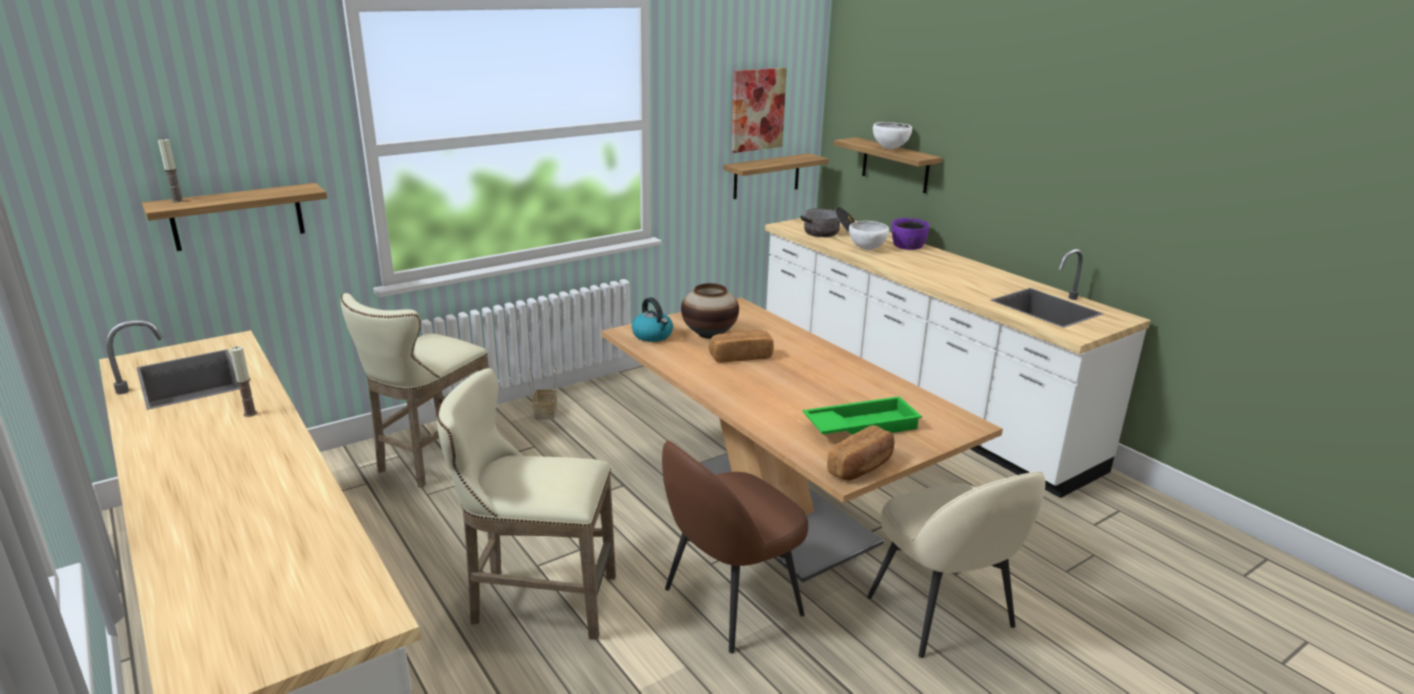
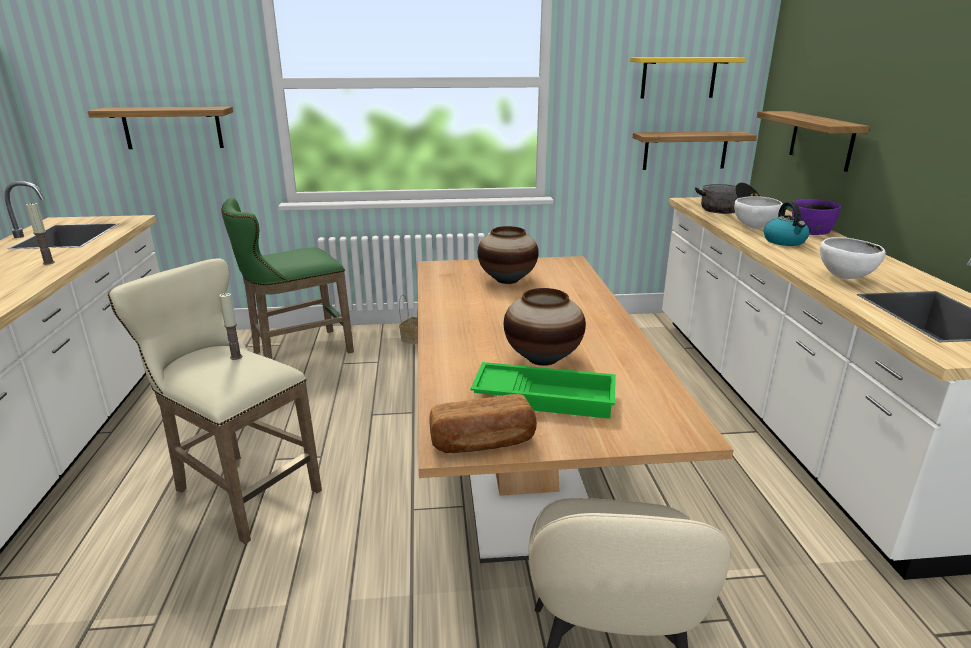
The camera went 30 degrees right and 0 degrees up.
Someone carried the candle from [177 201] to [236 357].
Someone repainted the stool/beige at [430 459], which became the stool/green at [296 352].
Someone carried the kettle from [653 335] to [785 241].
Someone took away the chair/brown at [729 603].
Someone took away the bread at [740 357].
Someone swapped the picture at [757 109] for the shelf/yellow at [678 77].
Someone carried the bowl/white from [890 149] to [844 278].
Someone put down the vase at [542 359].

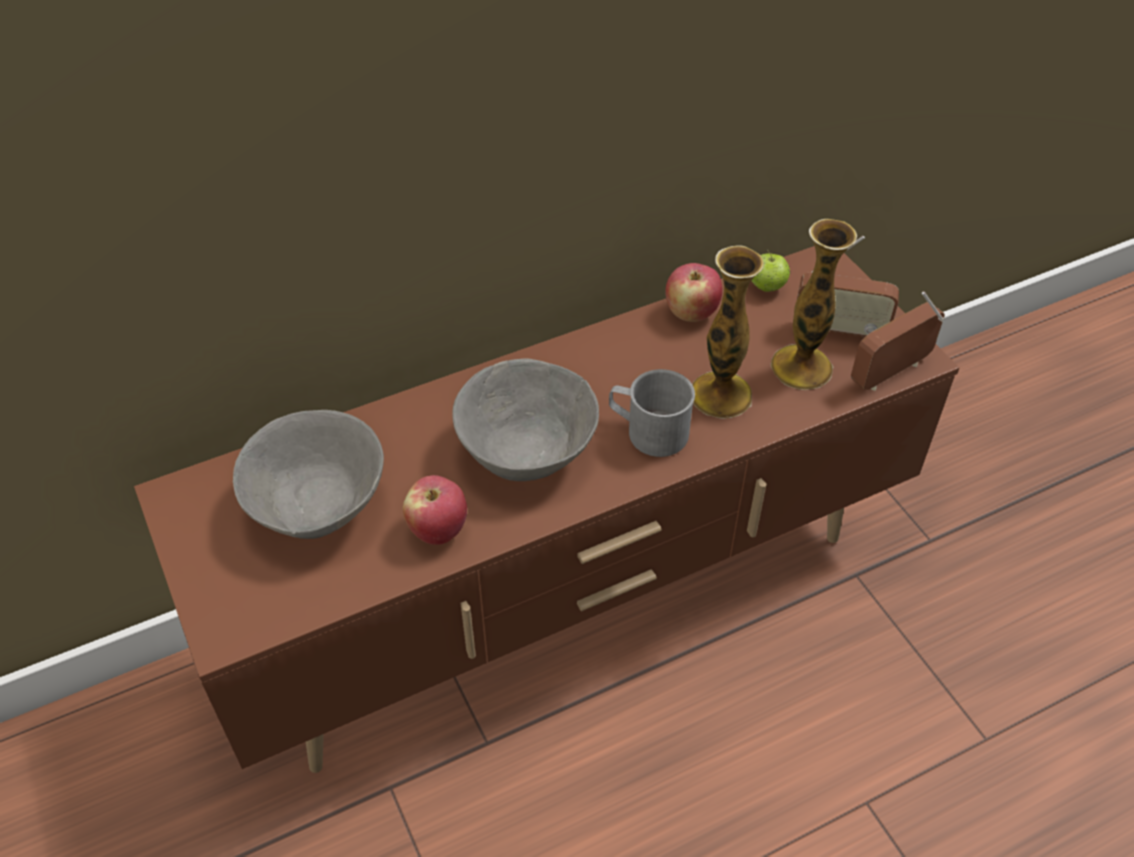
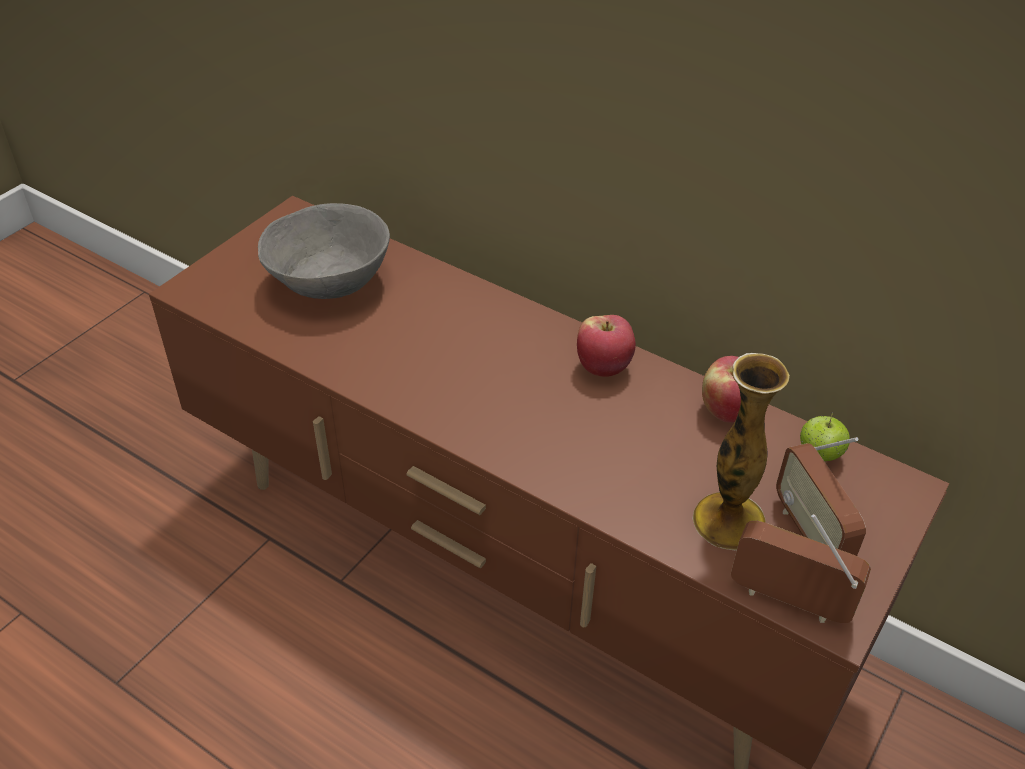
The camera went 60 degrees right and 5 degrees down.
Someone carried the apple from [437 530] to [603 368].
Someone took away the bowl/grey at [527 452].
Someone took away the mug/grey at [648 431].
Someone took away the vase at [720 394].

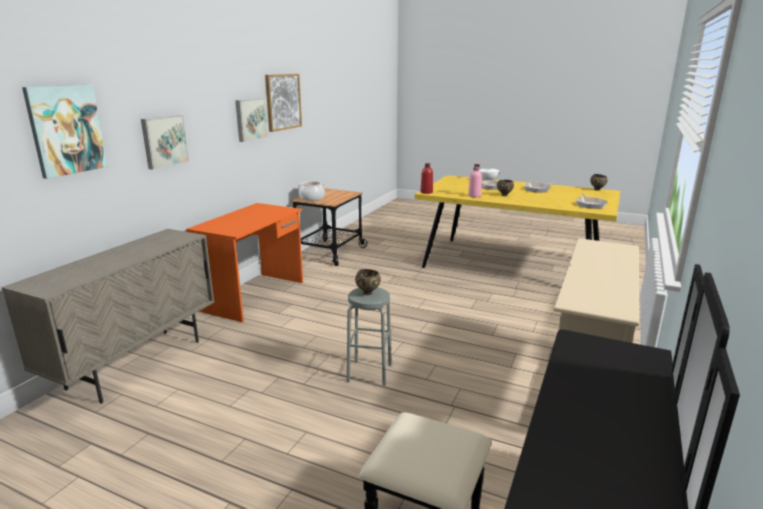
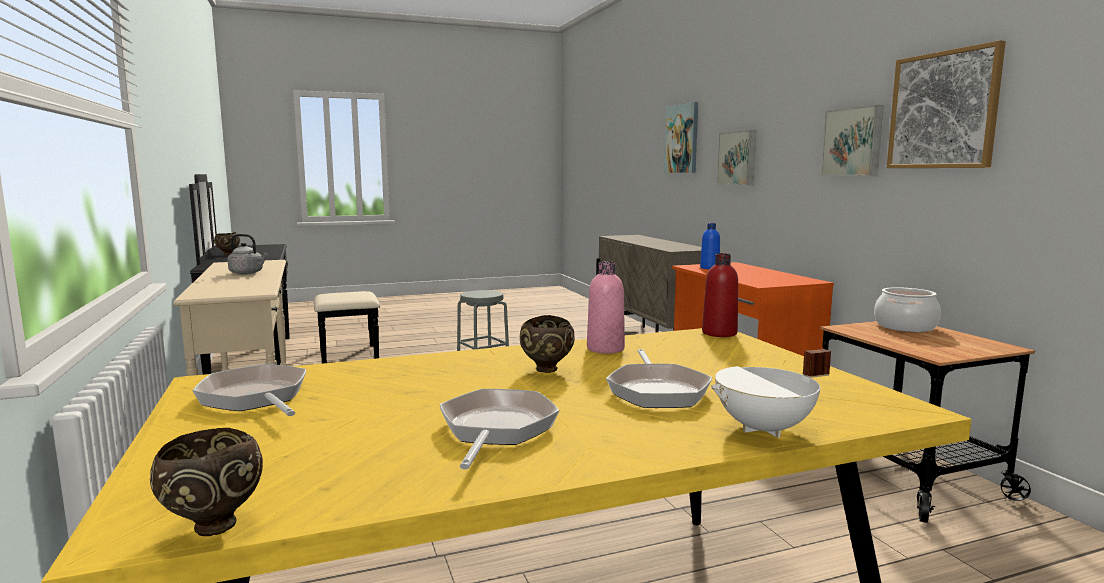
The camera went 135 degrees right and 10 degrees down.
Someone carried the bowl/brown from [368 293] to [228 254].
Someone put down the kettle/grey at [248 273].
Someone put down the bottle/blue at [709 268].

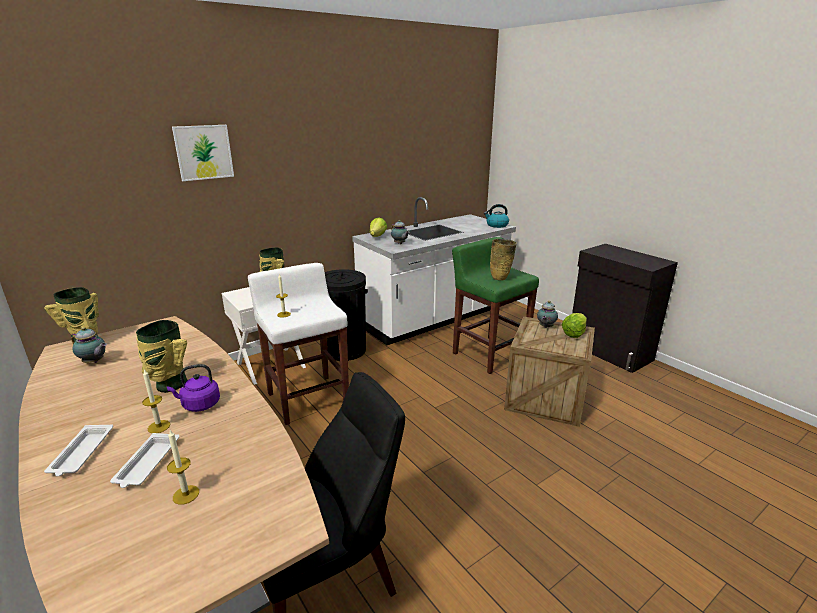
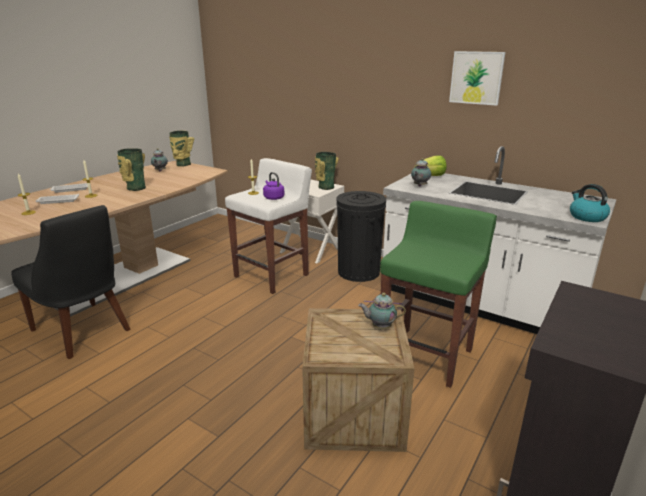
The camera went 70 degrees right and 0 degrees up.
Someone carried the kettle/purple from [199 405] to [273 198].
Someone carried the picture from [204 152] to [476 78].
Someone took away the vase/beige at [501 279].
Someone took away the lettuce at [574 333].

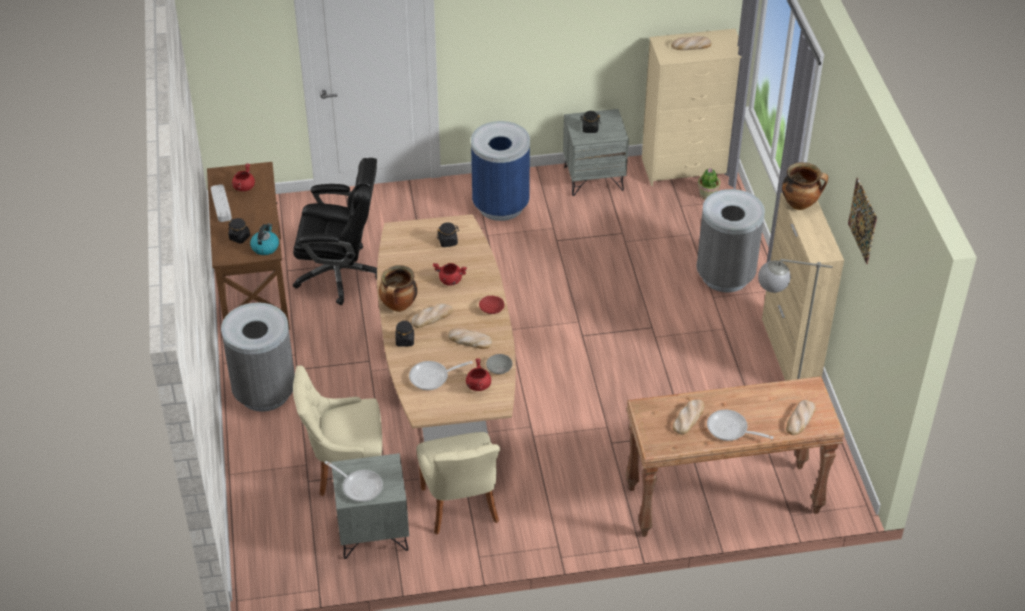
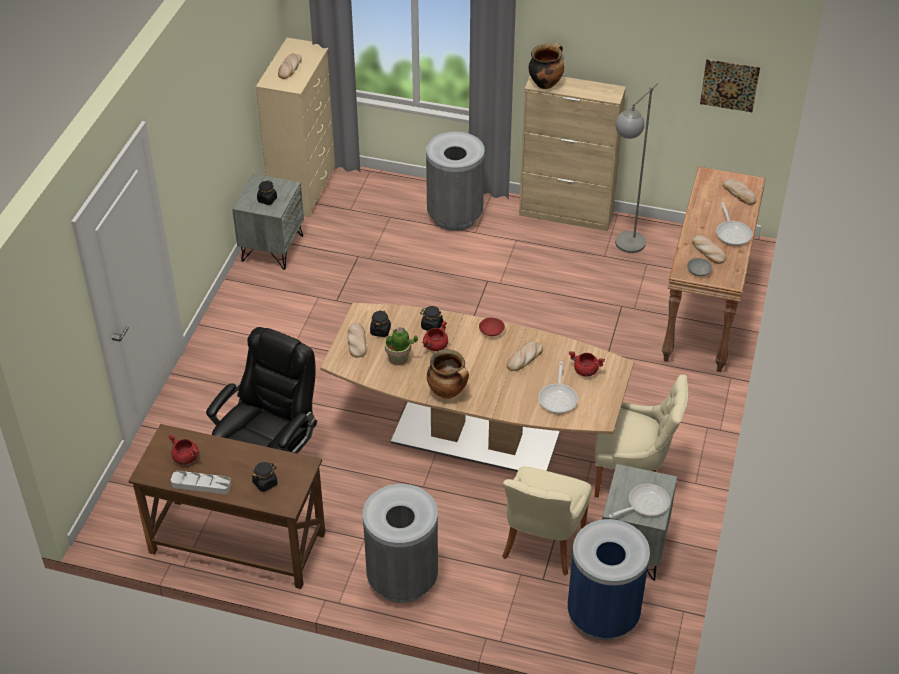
The camera went 65 degrees left and 0 degrees up.
Someone took away the kettle at [265 247].
Someone carried the jar/black from [405 340] to [431 326].
Someone carried the bread from [432 317] to [356 341].
Someone carried the trash can/blue from [500 205] to [602 616].
Someone carried the bowl/grey from [499 368] to [699 271].
Someone carried the potted plant from [707 195] to [398 358].
Someone rotated the frying pan at [730 429] by 60 degrees counterclockwise.
Someone carried the picture from [862 220] to [729 85].

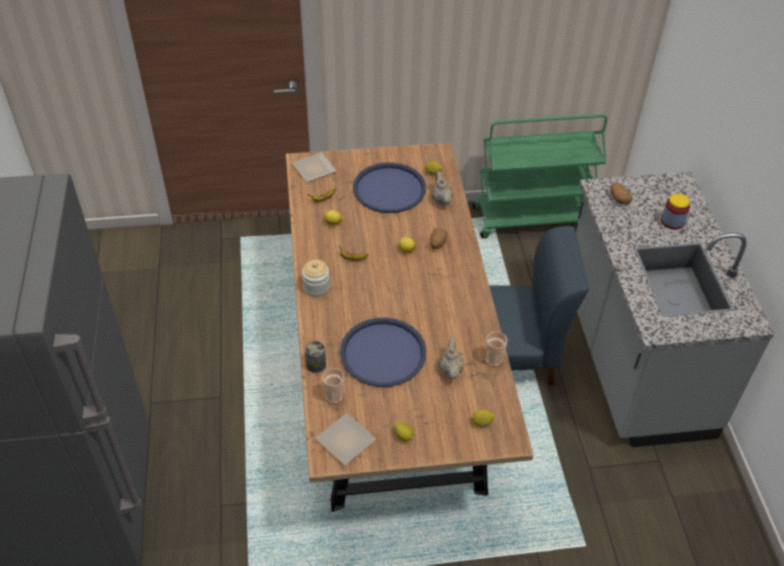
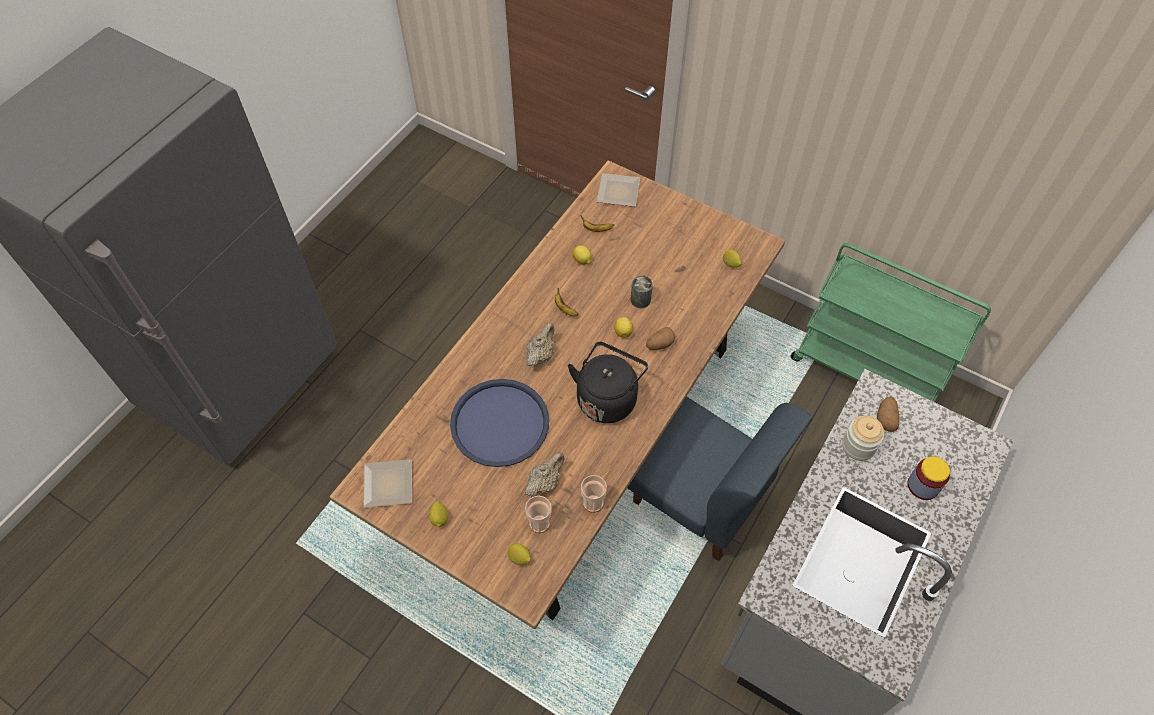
The camera went 40 degrees right and 10 degrees up.
Someone carried the jar from [316 287] to [858 446].
Someone carried the can from [316 365] to [640 300].
Someone carried the cup from [334 397] to [539 523].
Someone took away the tray/blue at [389 189].
Someone carried the teapot/beige from [441 199] to [540 355].
Someone put down the kettle/black at [607 397].

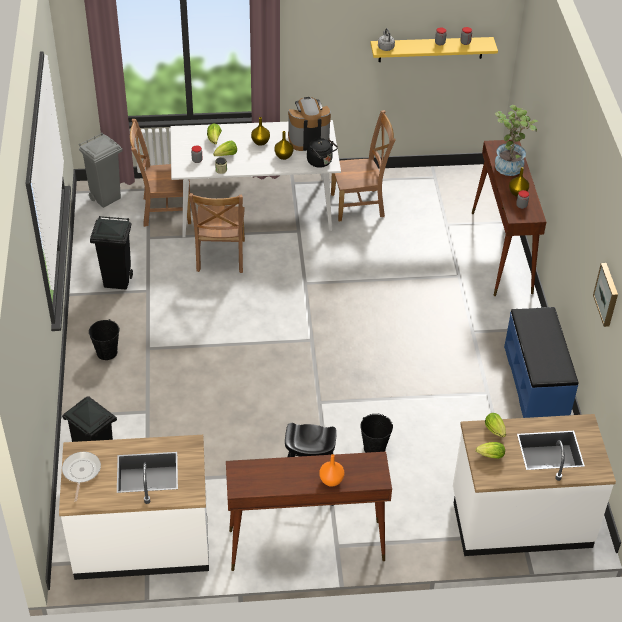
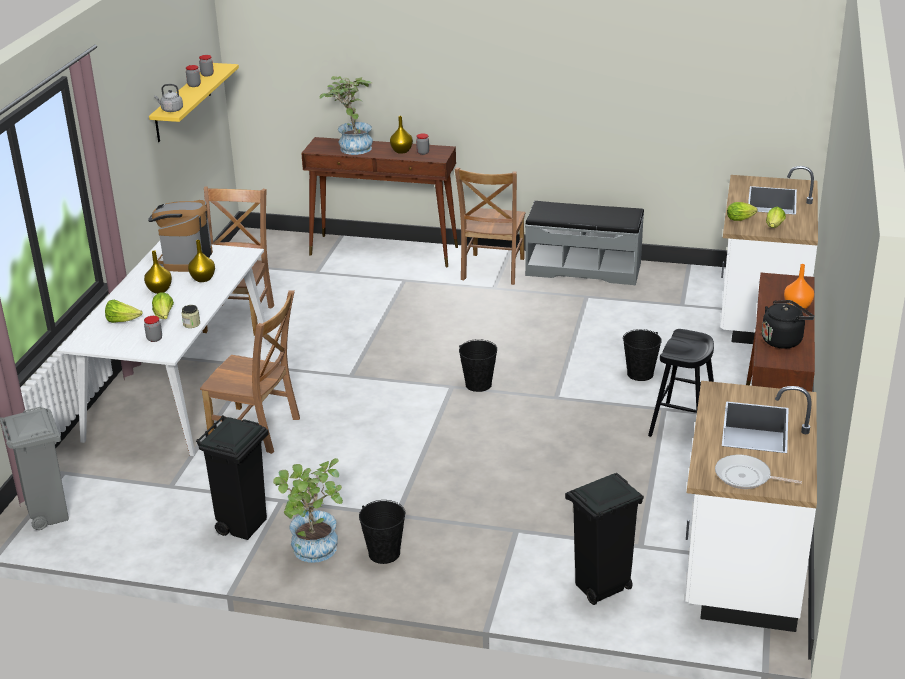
The camera went 70 degrees left and 15 degrees down.
Someone carried the chair/brown from [164 211] to [492 270].
Someone carried the kettle/black from [321 162] to [783 340].
Someone repainted the bench/blue at [536 382], which became the bench/grey at [583 269].
Someone took away the picture at [607 294].
Someone put down the potted plant at [314 553].
Someone put down the bucket/black at [478 384].

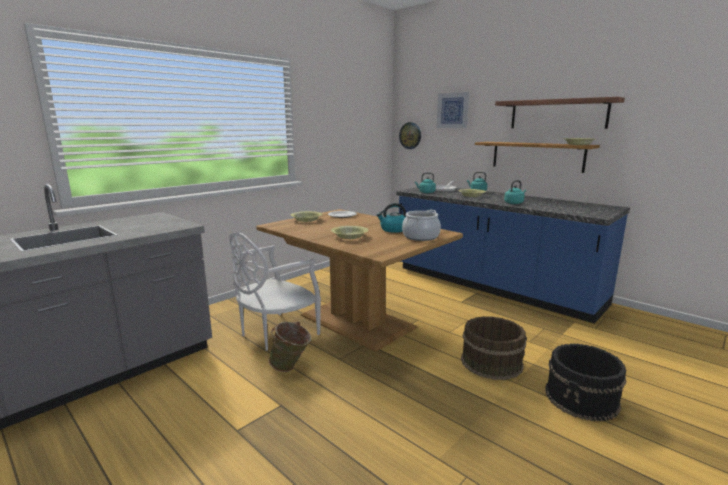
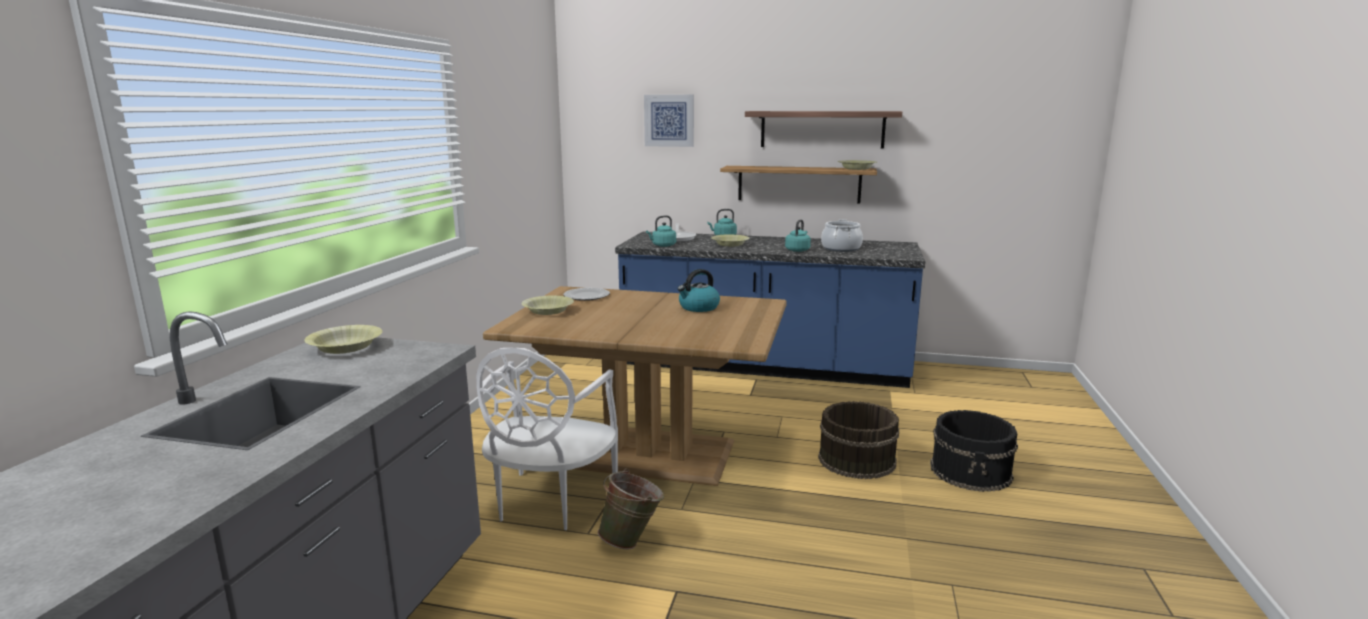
The camera went 30 degrees left and 0 degrees up.
Someone carried the bowl/yellow from [349 236] to [346 348].
Someone took away the wall clock at [410 135].
Someone carried the cooking pot from [420 237] to [841 248].

